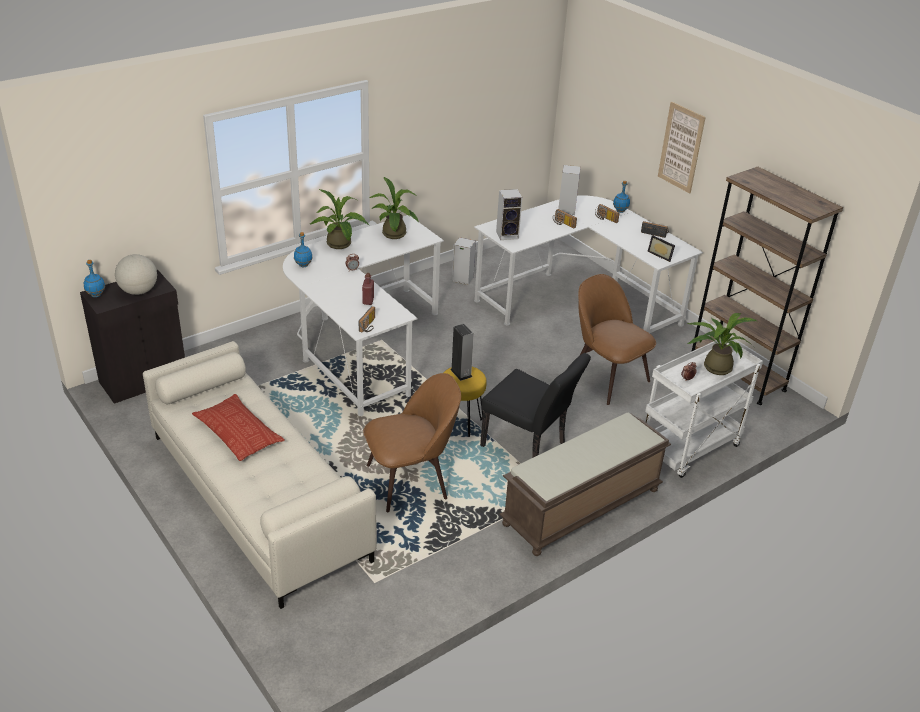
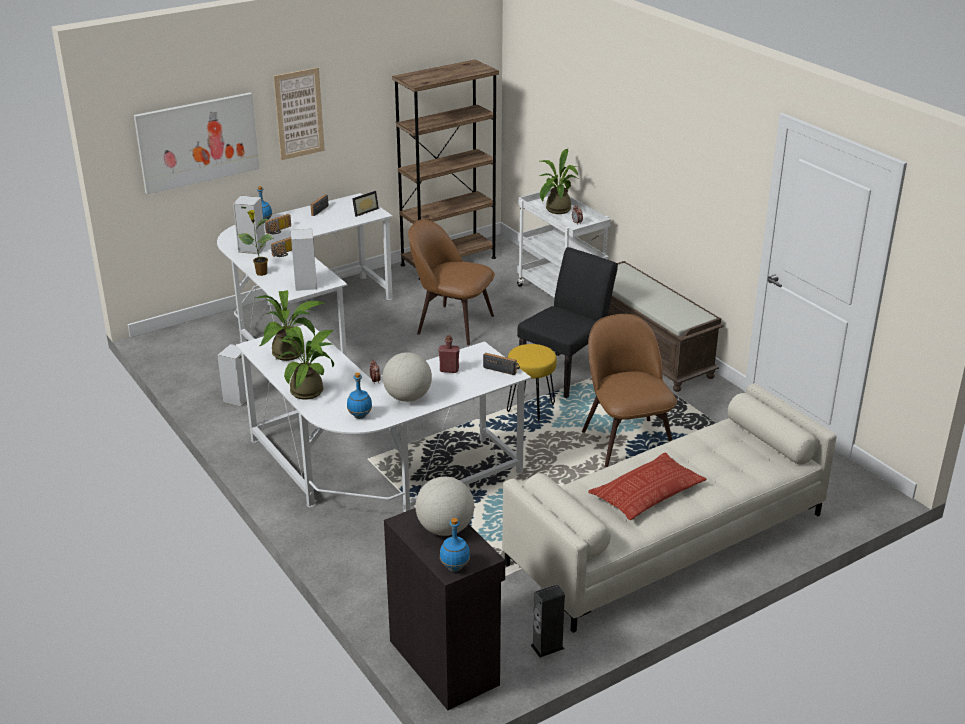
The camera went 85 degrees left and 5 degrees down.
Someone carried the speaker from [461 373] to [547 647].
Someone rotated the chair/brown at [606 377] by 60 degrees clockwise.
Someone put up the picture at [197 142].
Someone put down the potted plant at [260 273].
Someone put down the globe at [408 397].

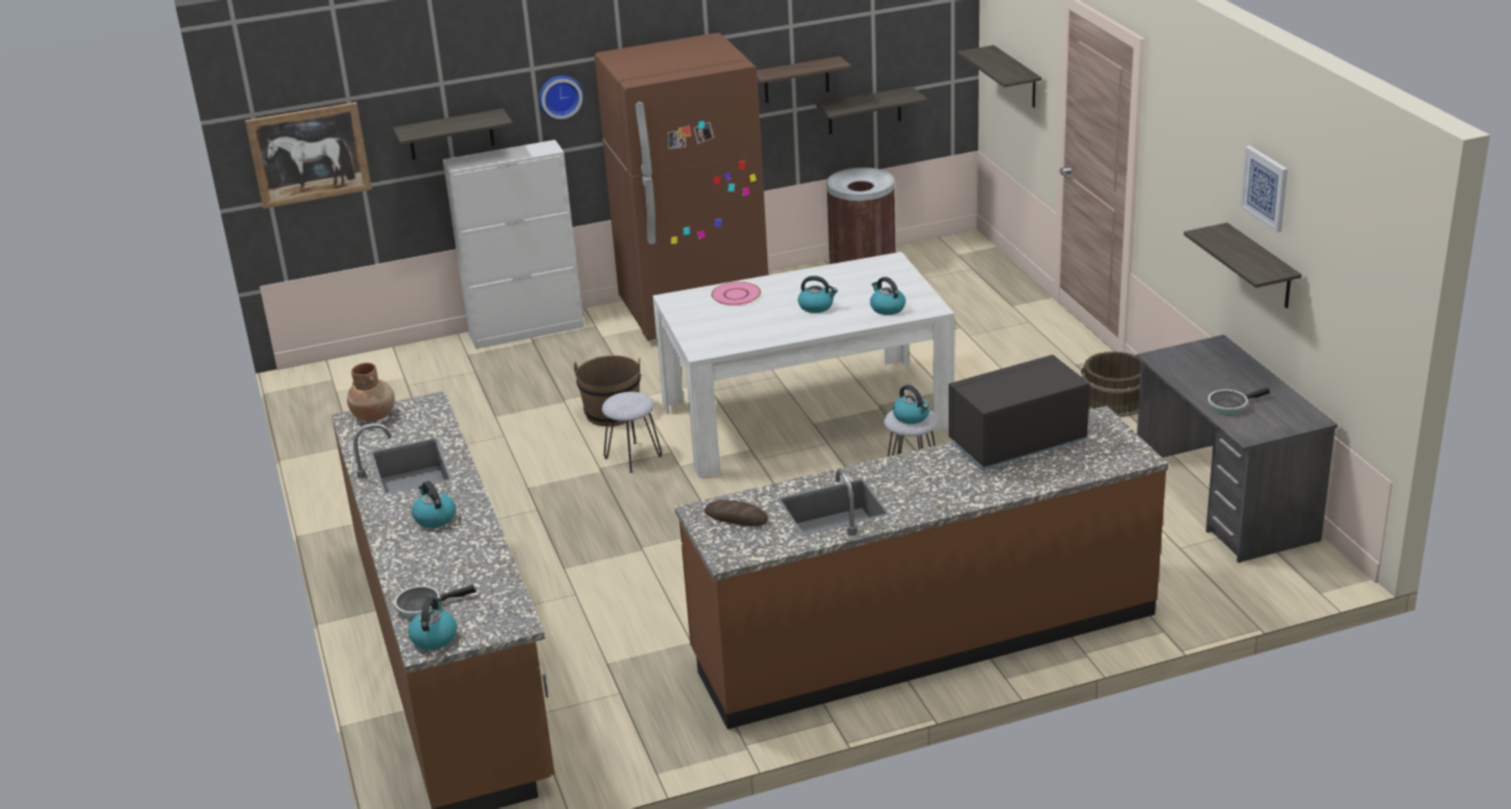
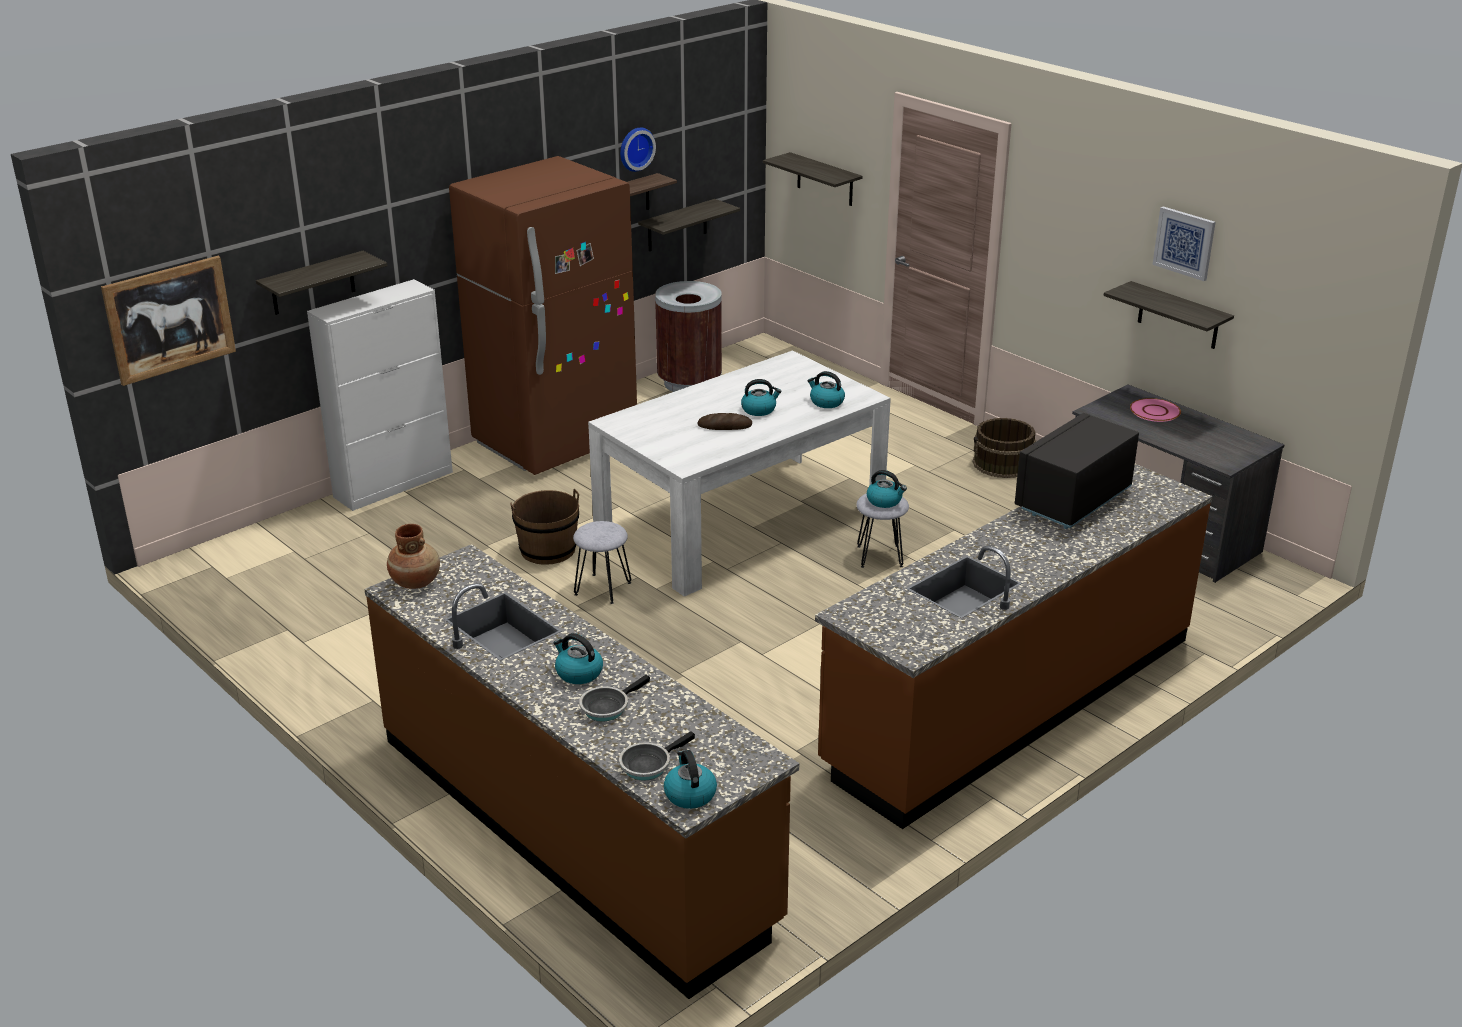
The camera went 25 degrees left and 0 degrees up.
Someone carried the wall clock from [560 96] to [635 148].
Someone carried the bread from [736 517] to [724 426].
Someone carried the plate/pink from [736 295] to [1155 411].
Someone carried the frying pan from [1230 405] to [607 707].

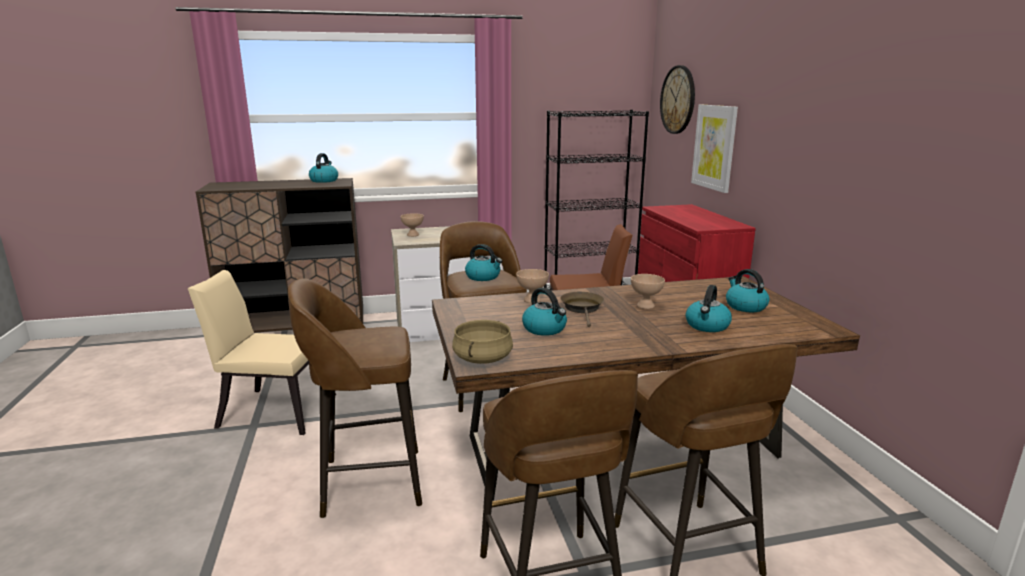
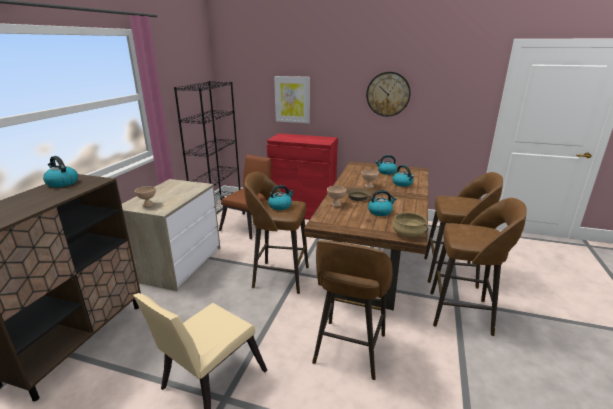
The camera went 60 degrees left and 5 degrees up.
Someone carried the wall clock from [678 100] to [388 94].

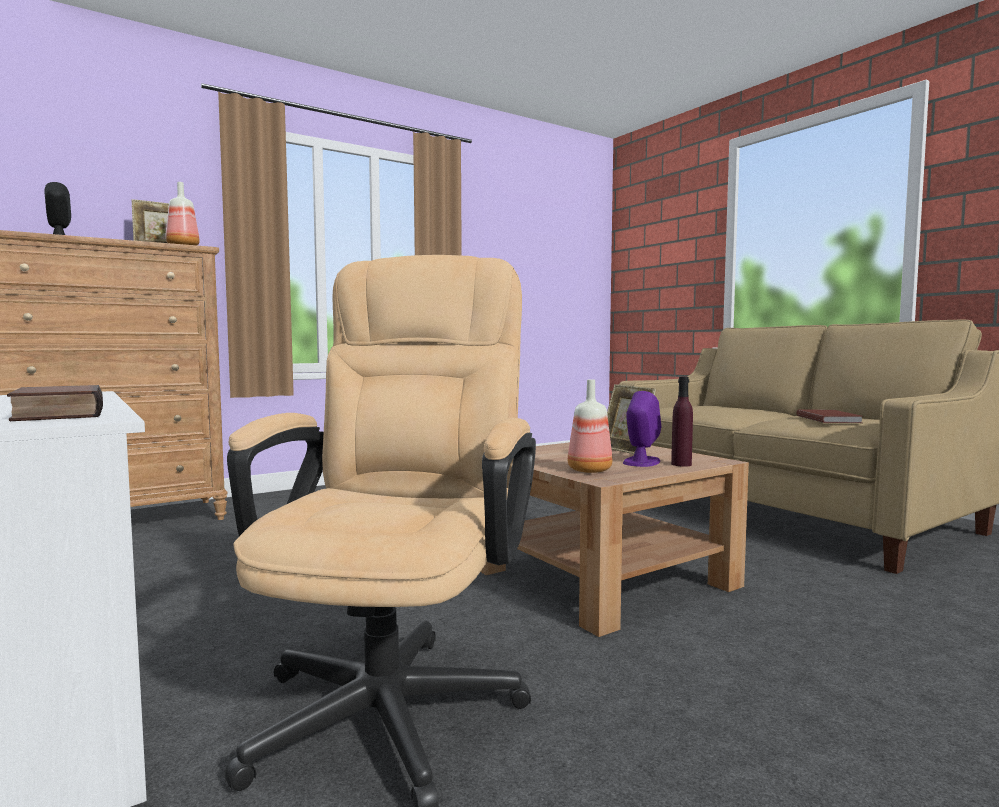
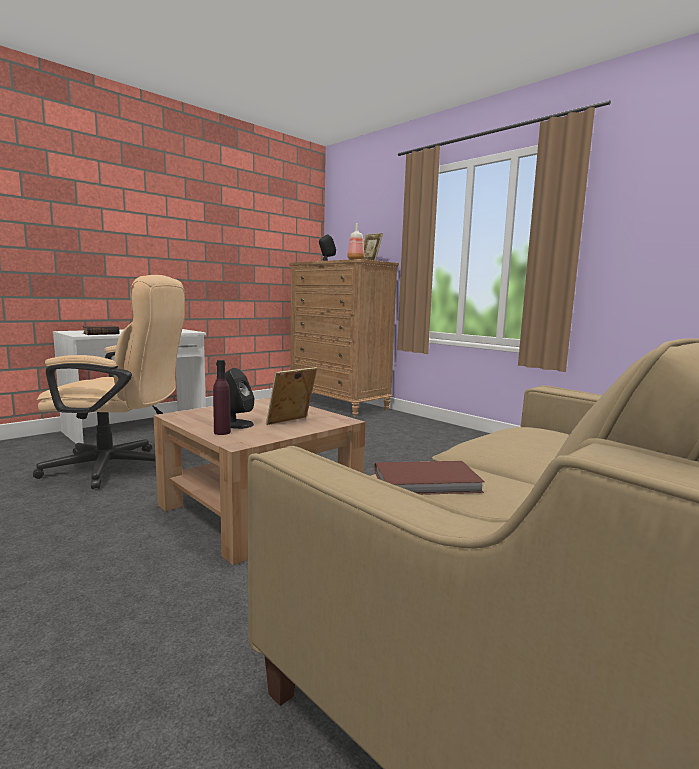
The camera went 80 degrees right and 5 degrees up.
Someone took away the bottle at [590 470].
Someone repainted the speaker/purple at [641 462], which became the speaker/black at [234 424].

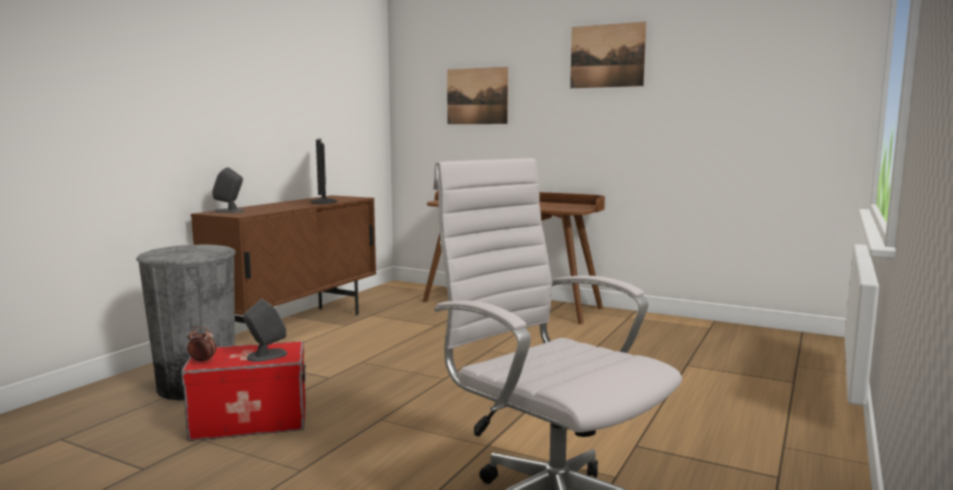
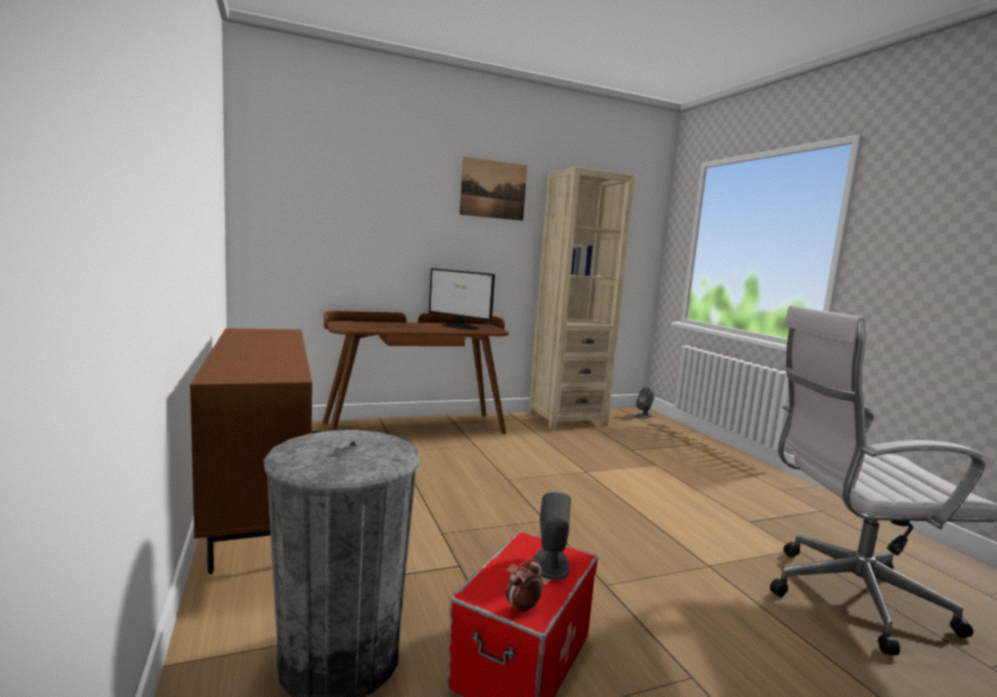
The camera went 50 degrees left and 0 degrees up.
Someone carried the speaker/grey from [229 211] to [644 415].
Someone carried the monitor from [323 201] to [460 326].
Someone took away the picture at [477 96].
Someone put down the bookcase/beige at [567 419].

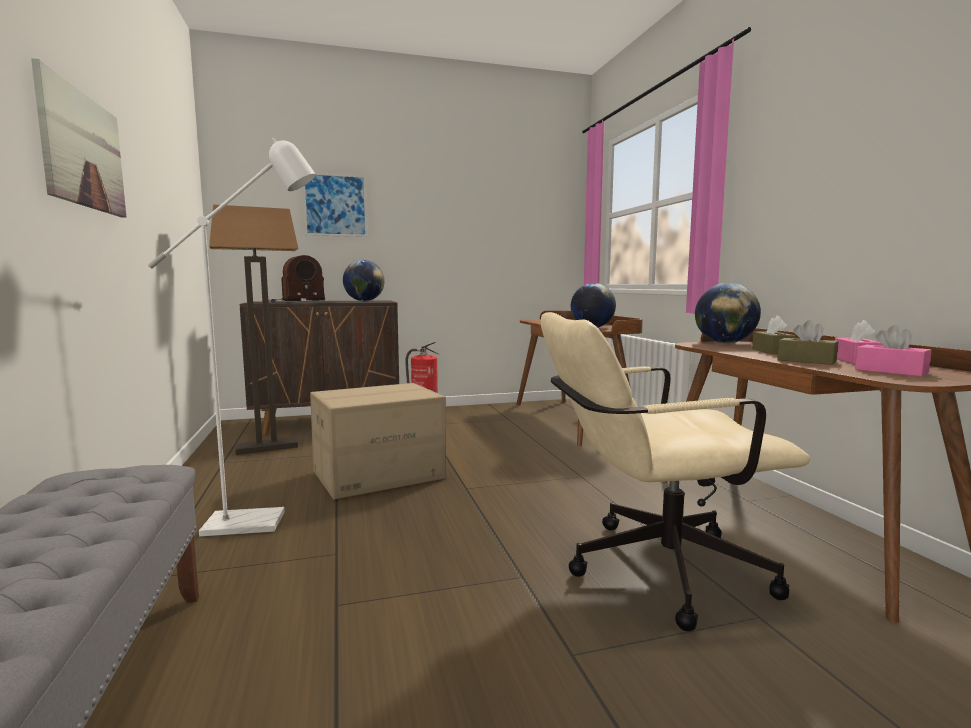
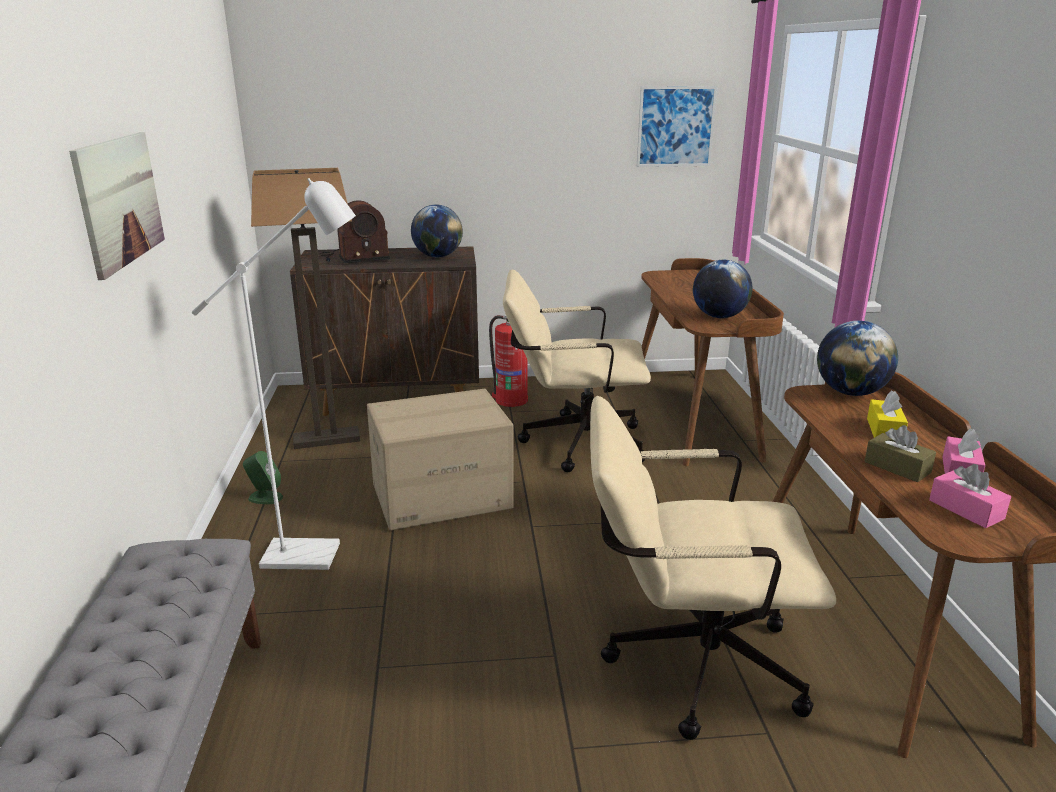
The camera went 10 degrees right and 15 degrees up.
Someone carried the picture from [335 205] to [676 126].
Someone repainted the tissue box/brown at [772 351], which became the tissue box/yellow at [884 430].
Someone put down the speaker/green at [265 497].
Someone put down the office chair/beige at [572 442].

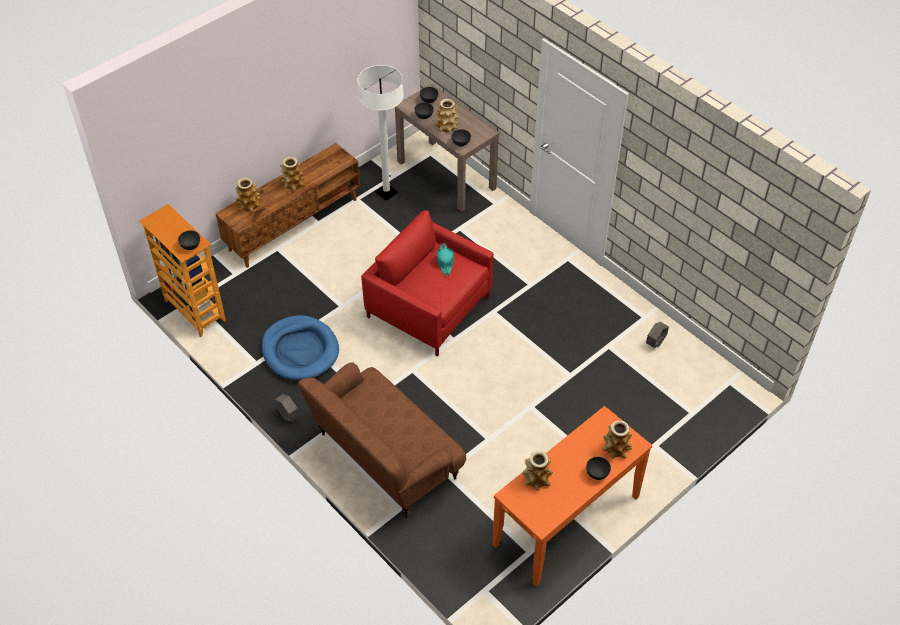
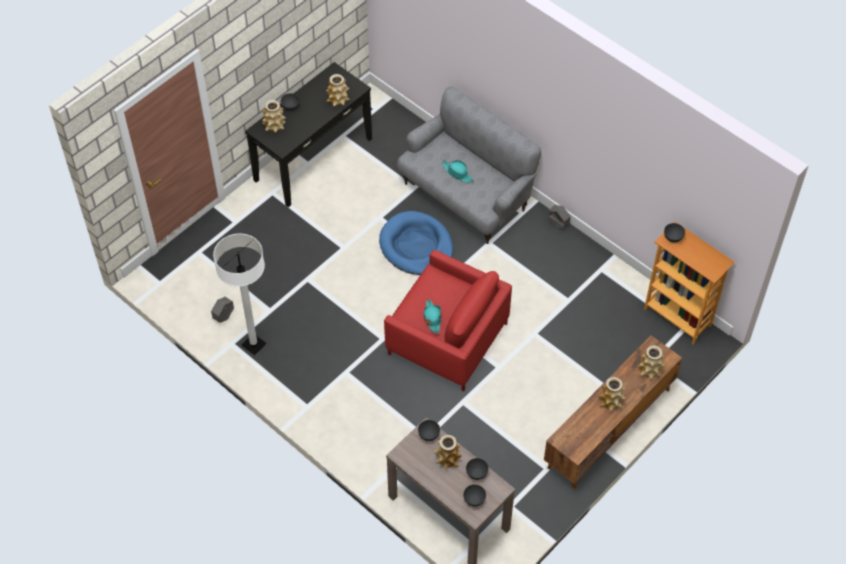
The camera went 175 degrees right and 5 degrees up.
Someone carried the dog bed/blue from [300 350] to [416 246].
Someone repainted the sofa/brown at [385 458], which became the sofa/grey at [466 195].
Someone carried the floor lamp/white from [386 193] to [254 345].
Someone repainted the console table/orange at [567 520], which became the console table/black at [313 159].
Someone put down the hat/turquoise at [457 173].

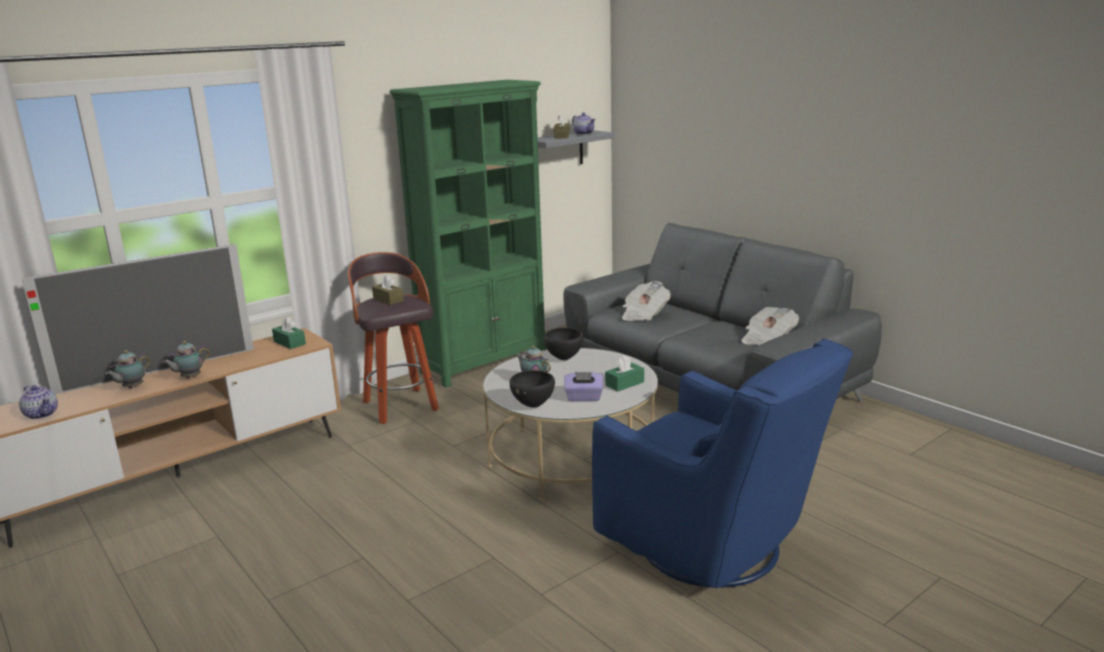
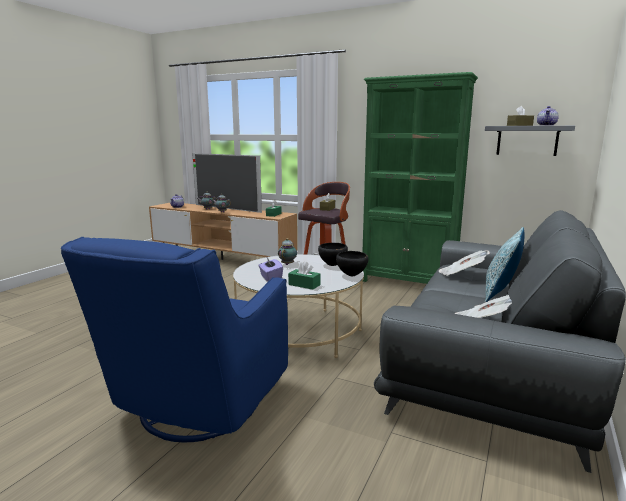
The camera went 65 degrees right and 5 degrees down.
Someone carried the bowl/black from [533 406] to [352 275].
Someone put down the pillow at [500 293].

